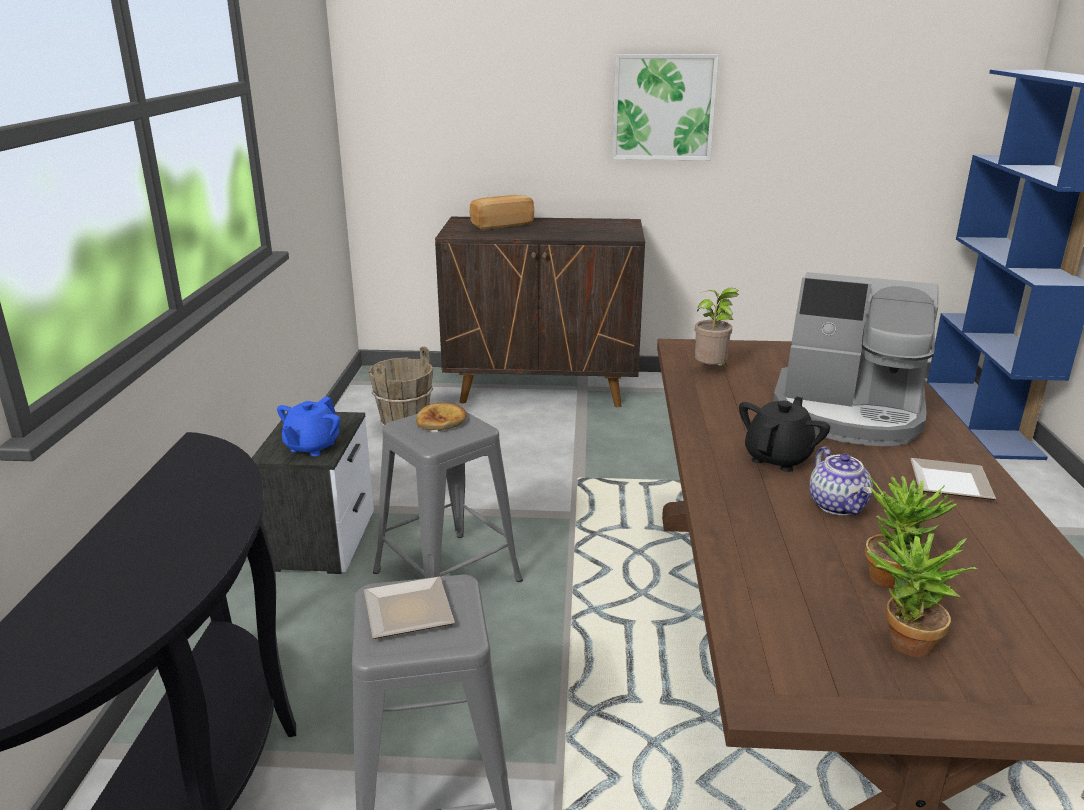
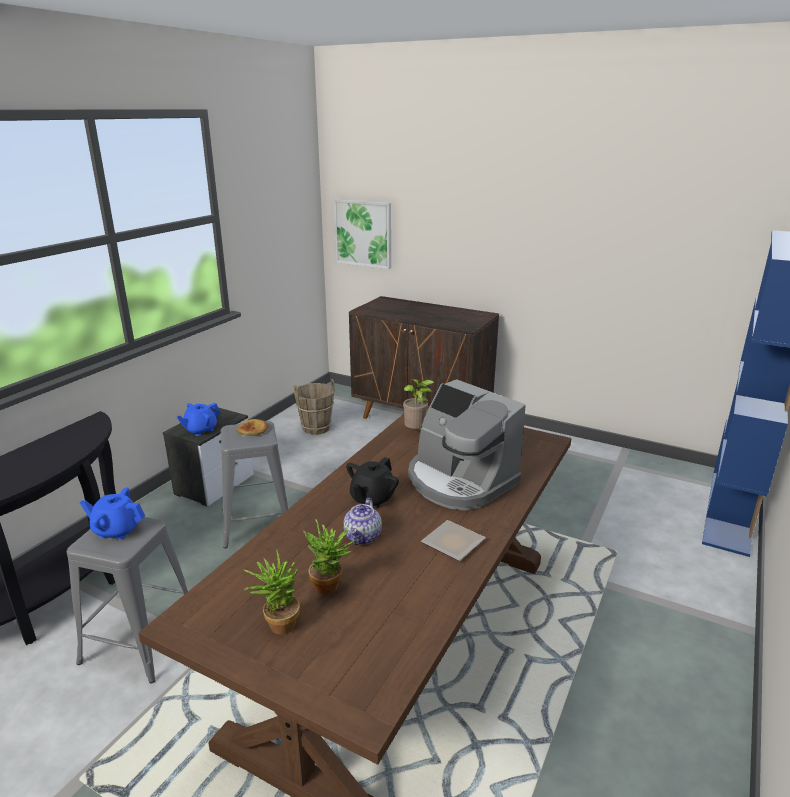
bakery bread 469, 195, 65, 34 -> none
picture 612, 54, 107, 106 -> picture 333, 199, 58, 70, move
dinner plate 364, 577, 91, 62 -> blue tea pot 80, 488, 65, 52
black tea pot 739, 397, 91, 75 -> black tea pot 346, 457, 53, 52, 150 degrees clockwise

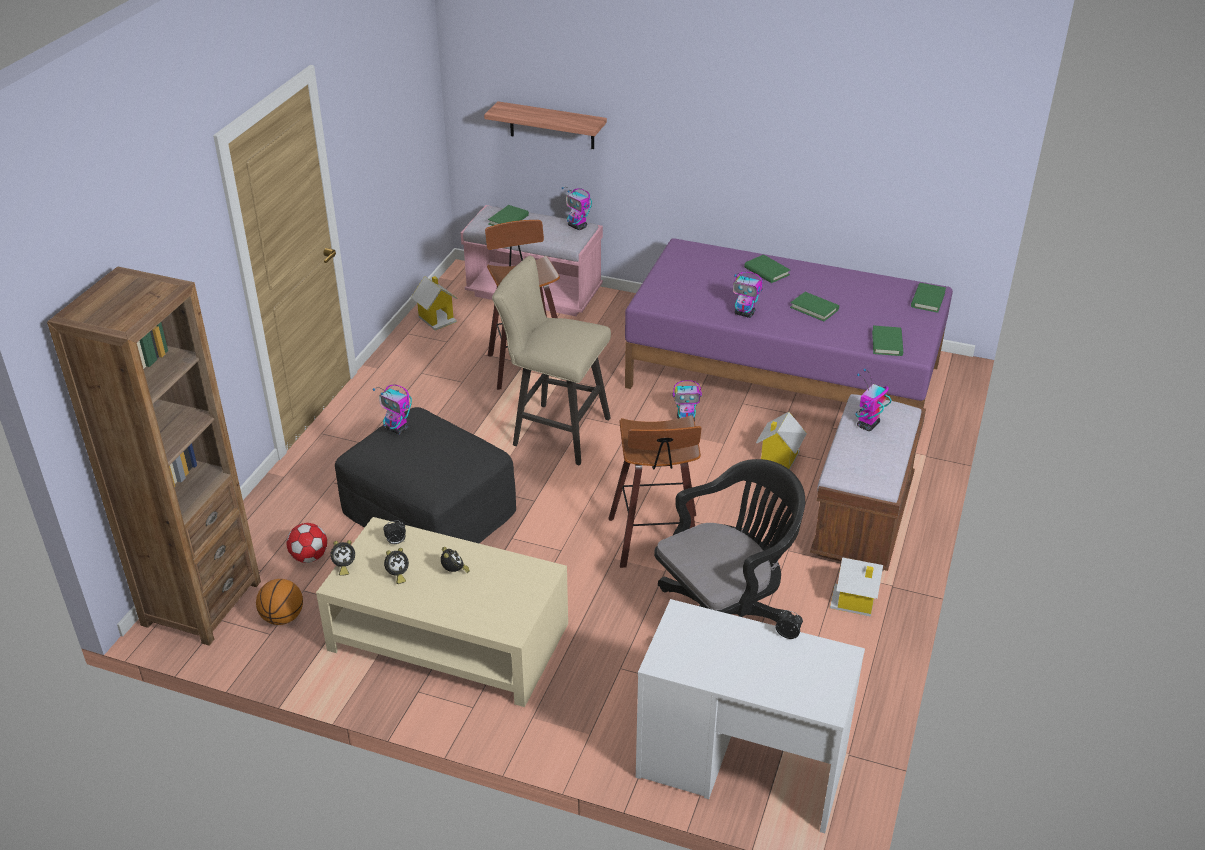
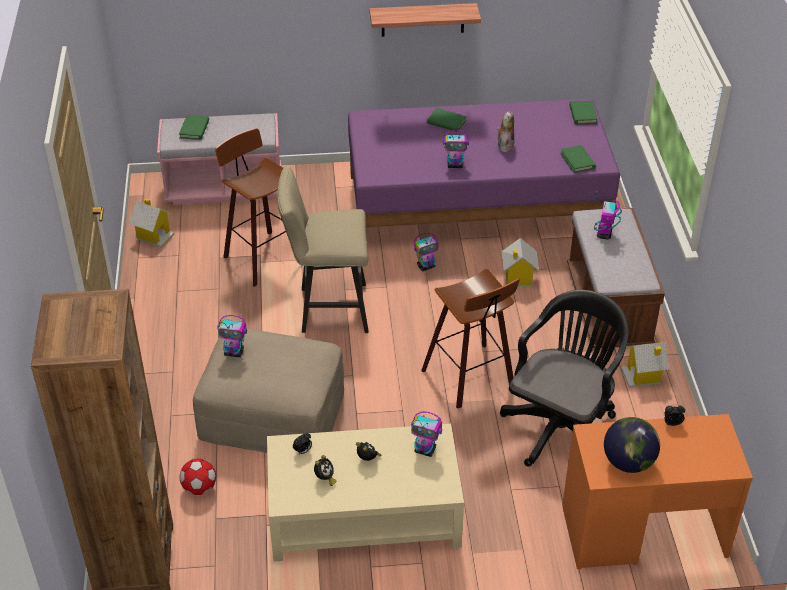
ball for basketball 256, 579, 47, 46 -> none
alarm clock 330, 540, 25, 36 -> none
none -> world globe 604, 417, 56, 56
wall shelf 484, 101, 123, 48 -> wall shelf 369, 3, 112, 34, move
robot figure 561, 187, 31, 43 -> robot figure 411, 411, 31, 46, move
green-coloured volume 790, 292, 49, 29 -> plush toy 497, 111, 17, 42
black ottoman 335, 407, 181, 136 -> sand-coloured ottoman 193, 329, 151, 124
whitish desk unit 636, 599, 229, 234 -> orange desk unit 562, 414, 191, 155

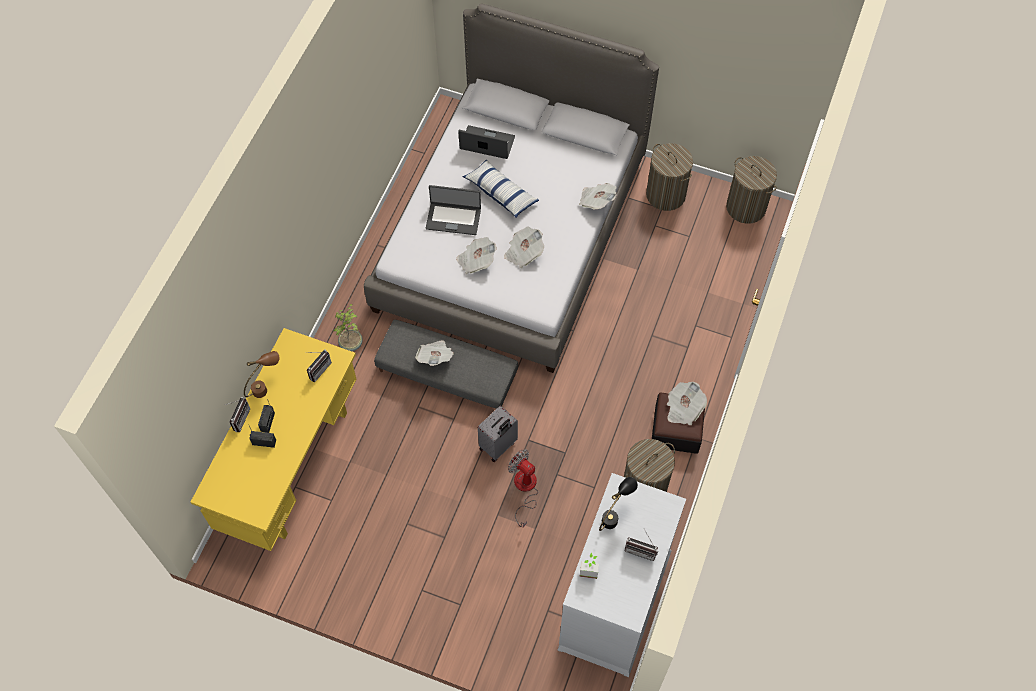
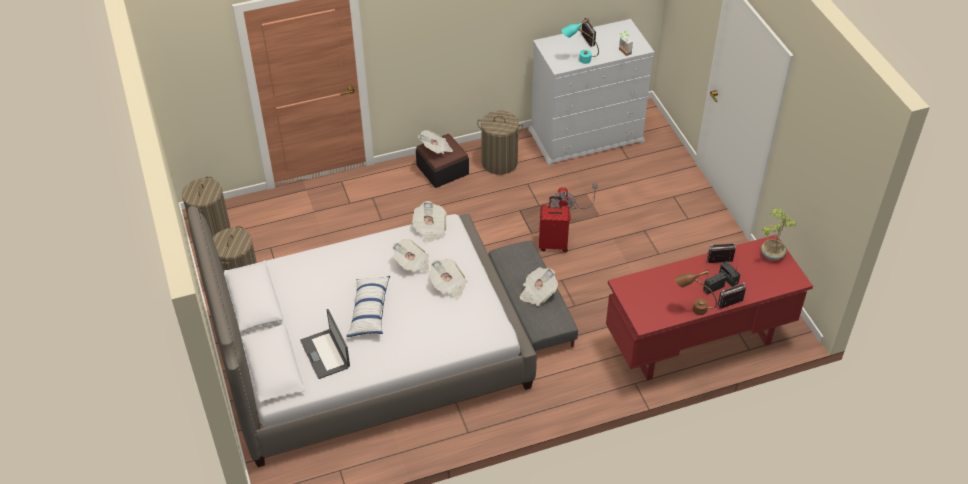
laptop 426, 185, 55, 50 -> none
radio 305, 349, 27, 33 -> radio 707, 243, 29, 20, move
potted plant 334, 304, 29, 47 -> potted plant 761, 208, 35, 52, move
newspaper 579, 183, 38, 26 -> newspaper 412, 201, 35, 42, move
yellow desk unit 191, 328, 166, 223 -> reddish desk unit 606, 235, 207, 146
grey piece of luggage 478, 406, 40, 56 -> reddish piece of luggage 539, 196, 30, 56
black tabletop lamp 599, 477, 39, 54 -> turquoise-coloured tabletop lamp 562, 18, 37, 46

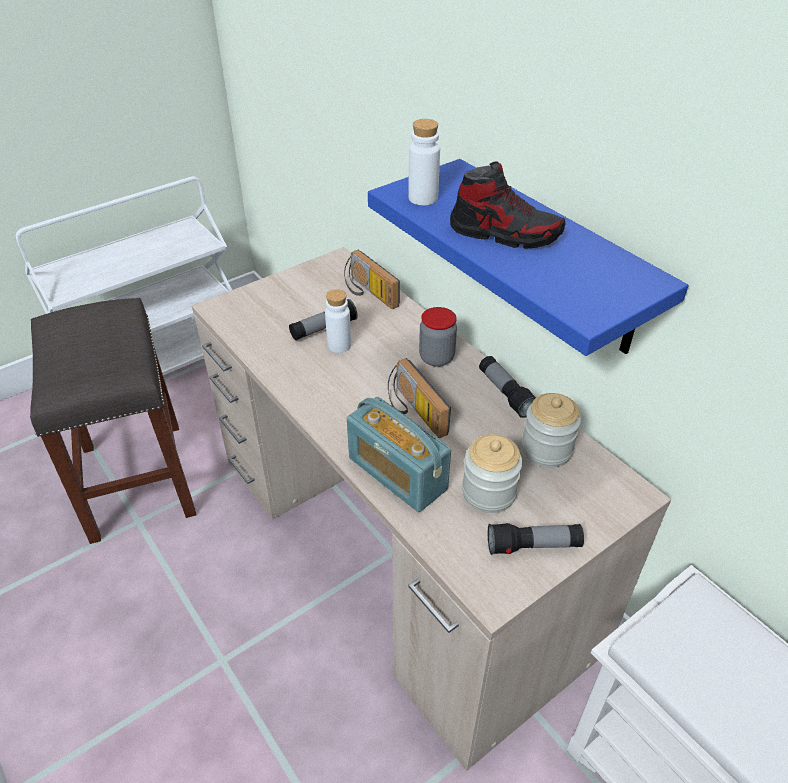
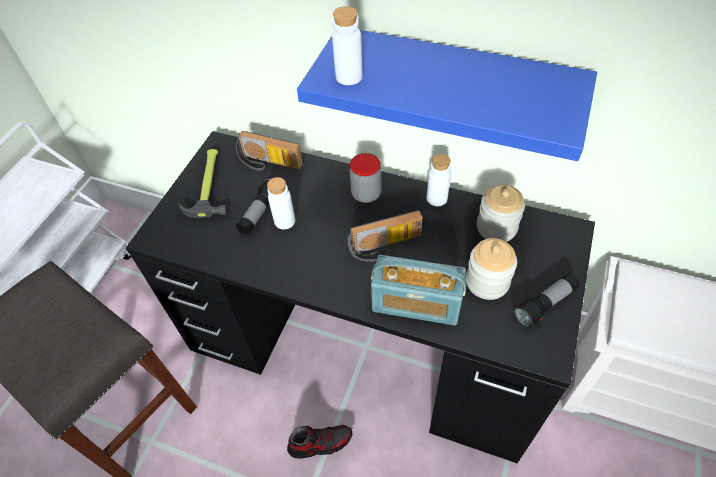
none -> hammer 178, 149, 50, 69
shoe 450, 161, 115, 88 -> shoe 287, 425, 65, 34, move
flashlight 479, 356, 57, 62 -> whitish bottle 427, 154, 24, 52
sand-coloured desk unit 192, 247, 479, 524 -> black desk unit 126, 131, 469, 332
radio 388, 358, 63, 80 -> radio 348, 210, 74, 52, 45 degrees counterclockwise

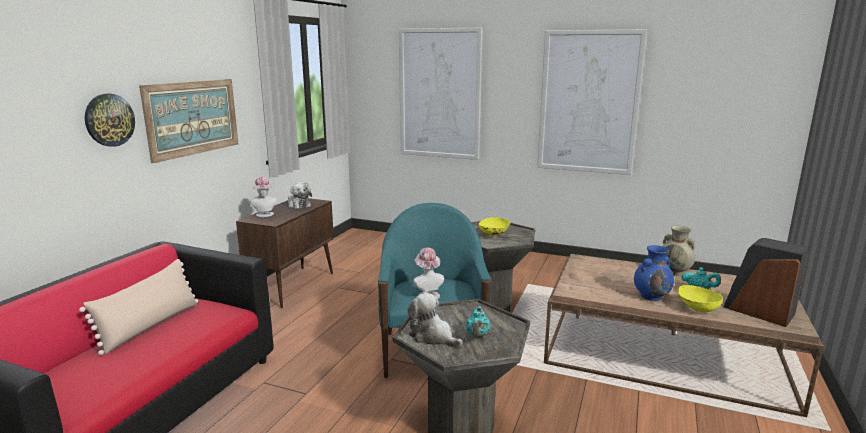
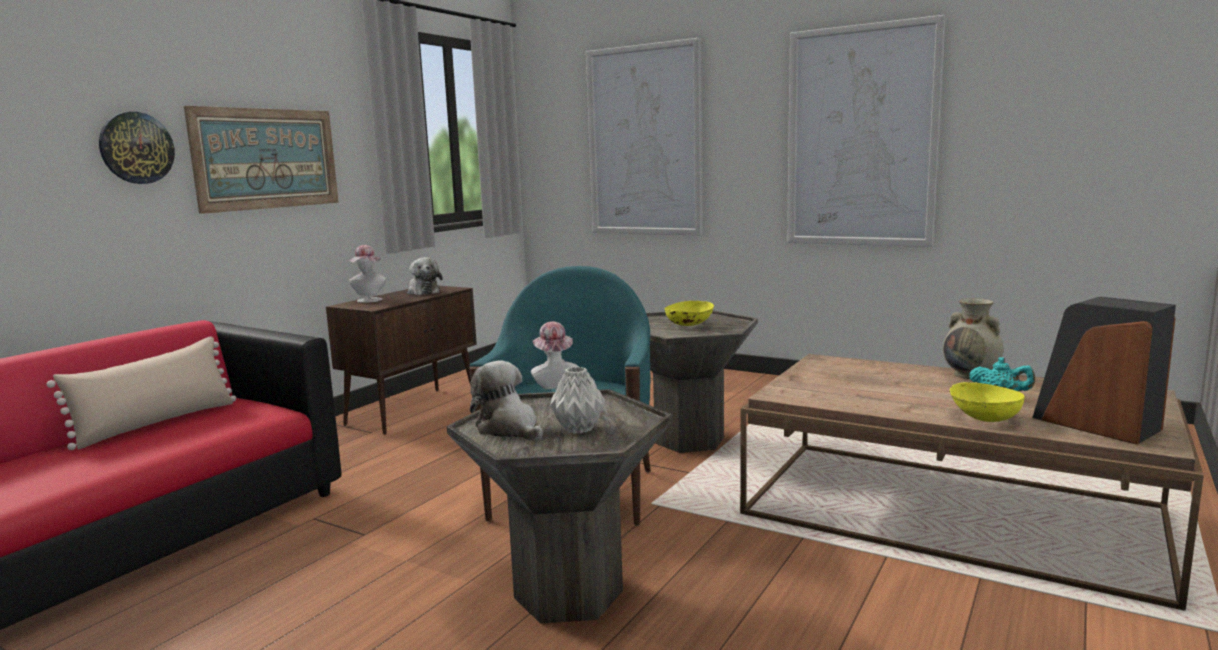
blue vase 634, 245, 40, 56 -> none
turquoise-coloured tea pot 466, 306, 25, 31 -> grey vase 550, 367, 55, 67

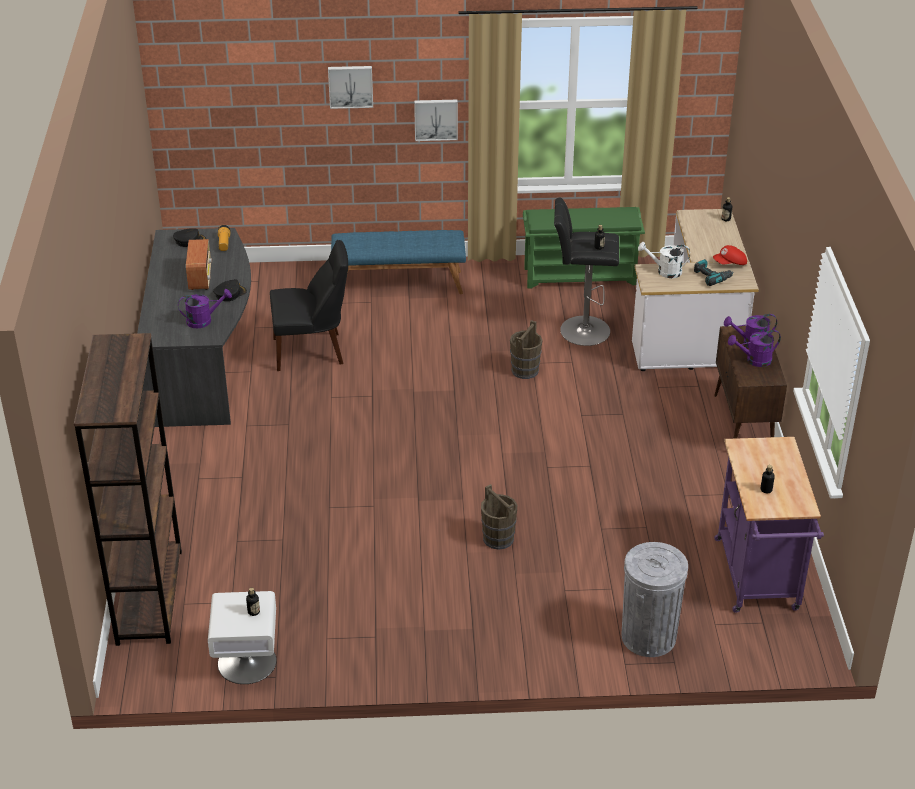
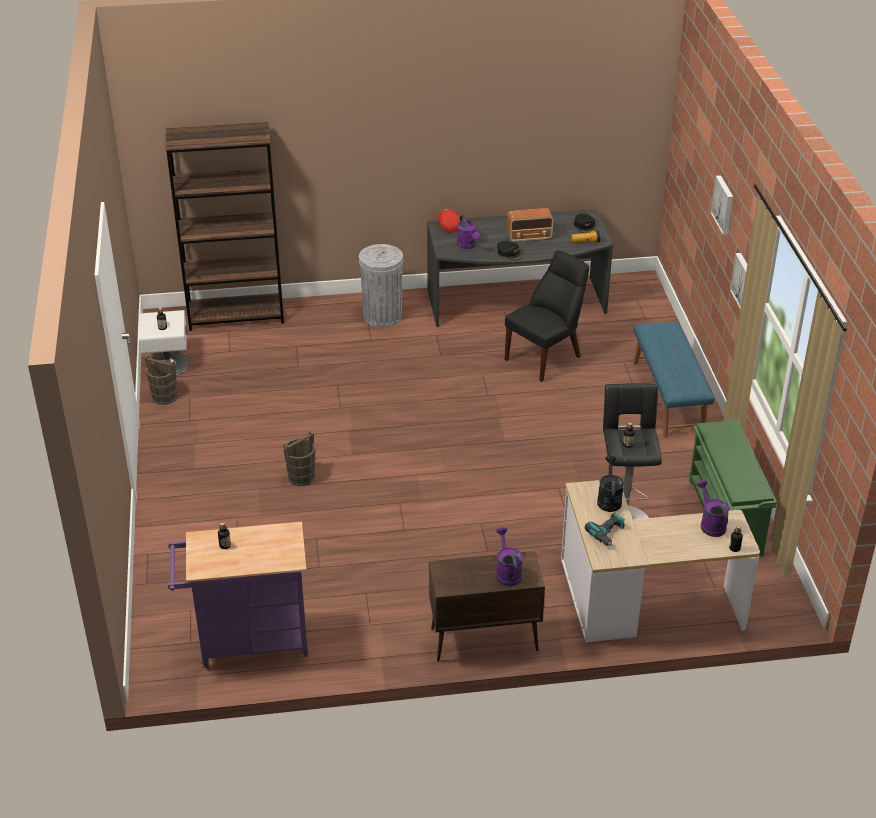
brown pail 510, 320, 32, 59 -> brown pail 144, 354, 34, 51, move
grey waste bin 622, 542, 66, 115 -> grey waste bin 359, 244, 44, 84, move
reddish peaked cap 713, 245, 34, 20 -> reddish peaked cap 438, 209, 22, 24, move
purple sprinkling can 728, 330, 53, 37 -> purple sprinkling can 697, 480, 32, 57, move
whitish sprinkling can 638, 242, 52, 36 -> black sprinkling can 597, 456, 27, 56
black upright chair 270, 240, 78, 131 -> black upright chair 505, 250, 84, 132, 120 degrees counterclockwise

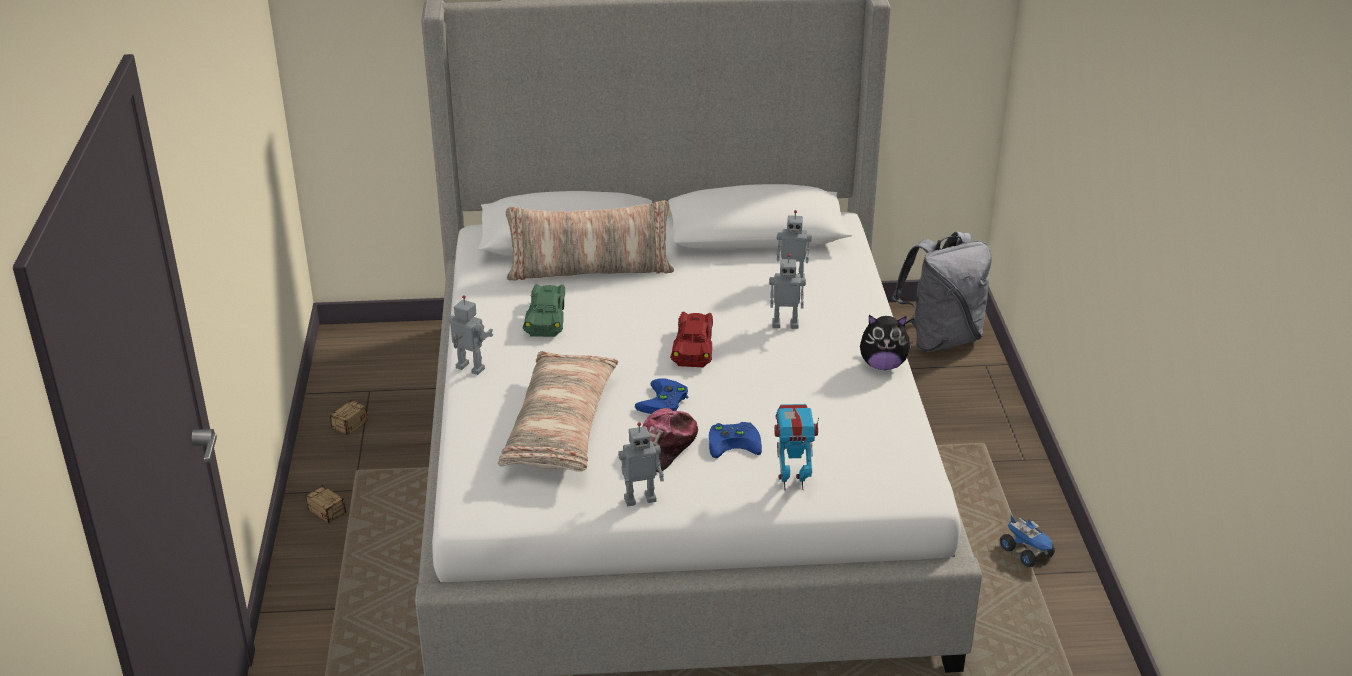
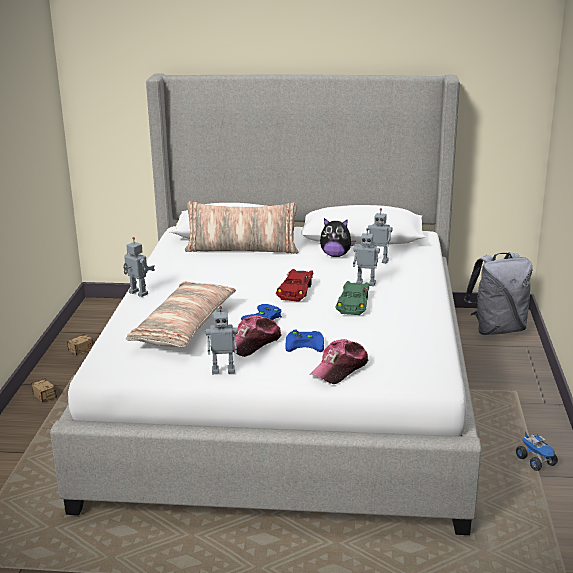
green-coloured toy car 522, 284, 43, 53 -> green-coloured toy car 335, 281, 34, 34, move
plush toy 860, 315, 53, 55 -> plush toy 320, 218, 36, 39, move
robot figure 774, 404, 45, 87 -> peaked cap 309, 339, 59, 45

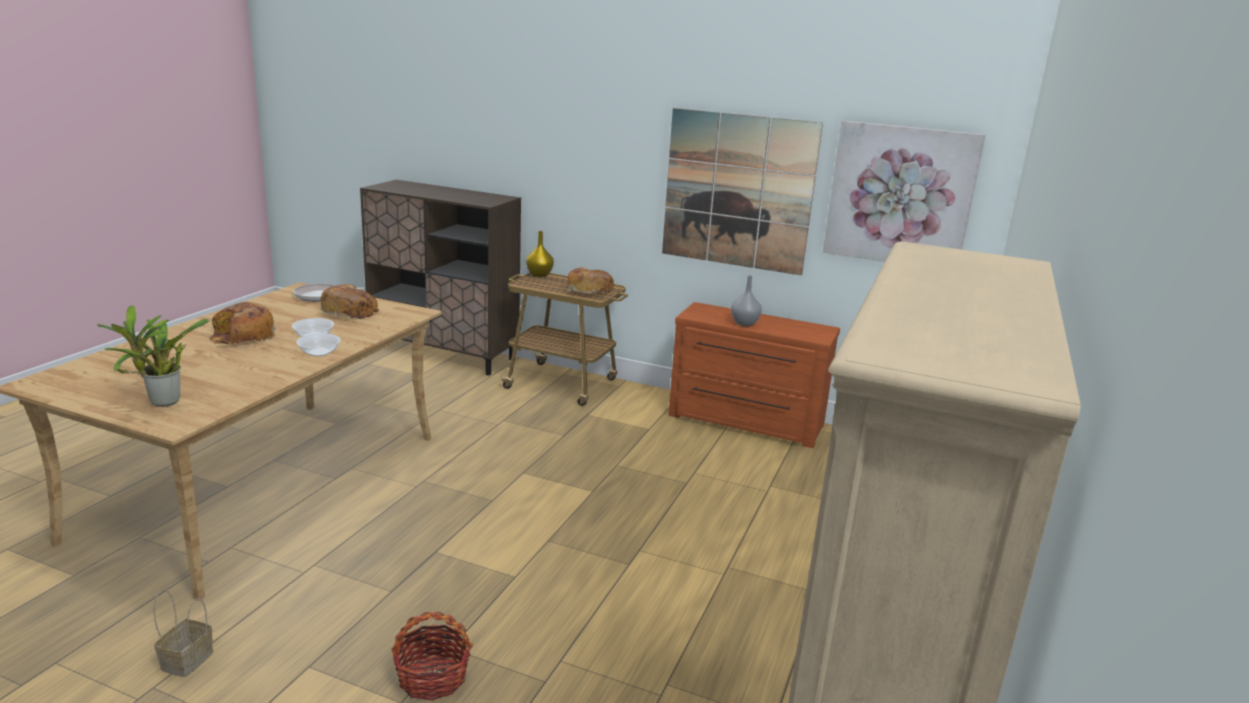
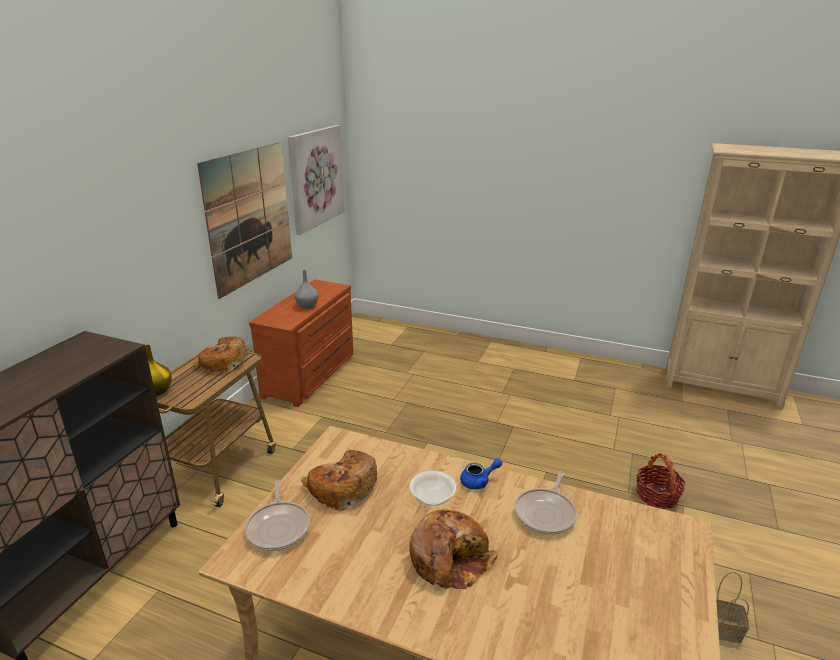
potted plant 97, 305, 112, 102 -> none
none -> skillet 515, 471, 62, 64
serving bowl 296, 333, 45, 23 -> blue tea pot 460, 458, 42, 31

